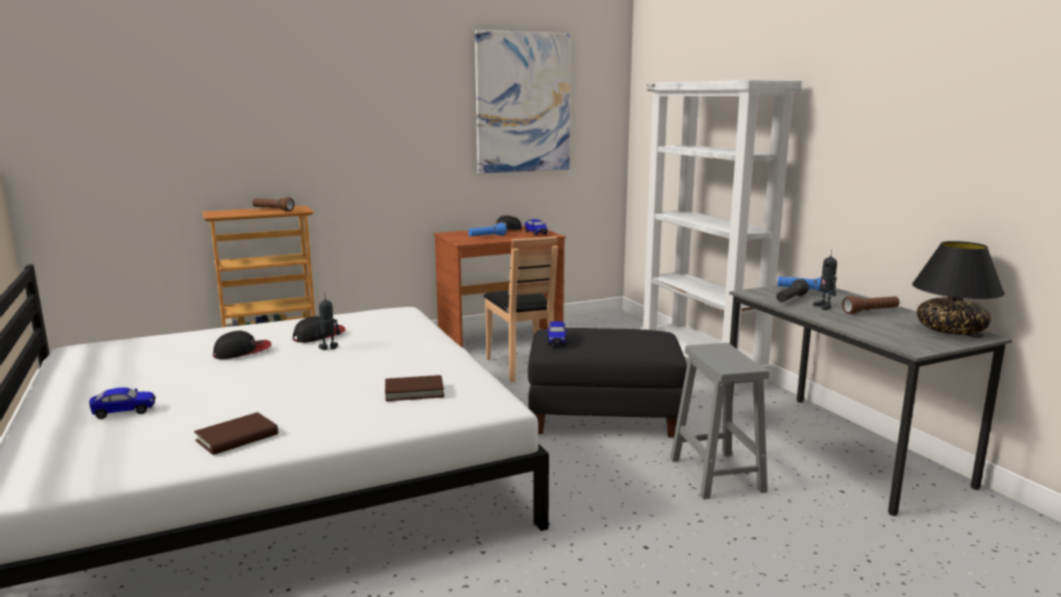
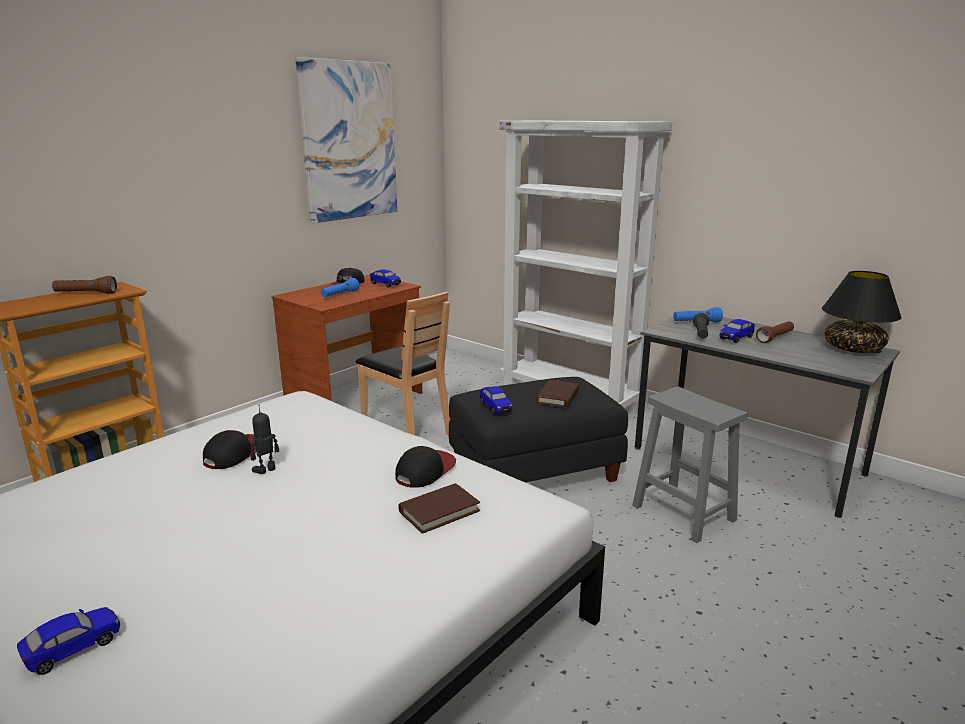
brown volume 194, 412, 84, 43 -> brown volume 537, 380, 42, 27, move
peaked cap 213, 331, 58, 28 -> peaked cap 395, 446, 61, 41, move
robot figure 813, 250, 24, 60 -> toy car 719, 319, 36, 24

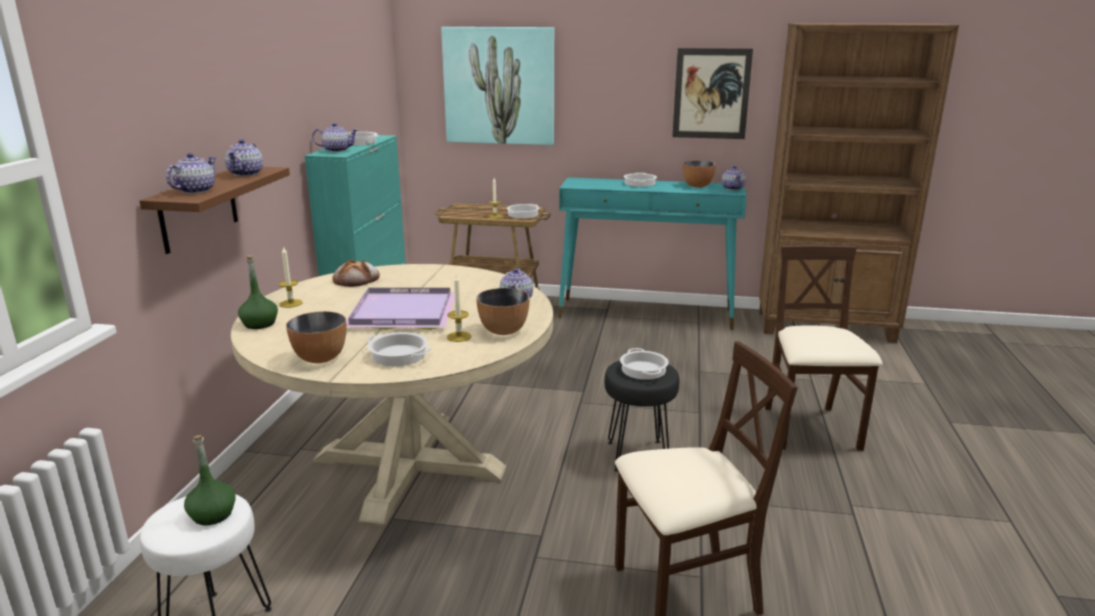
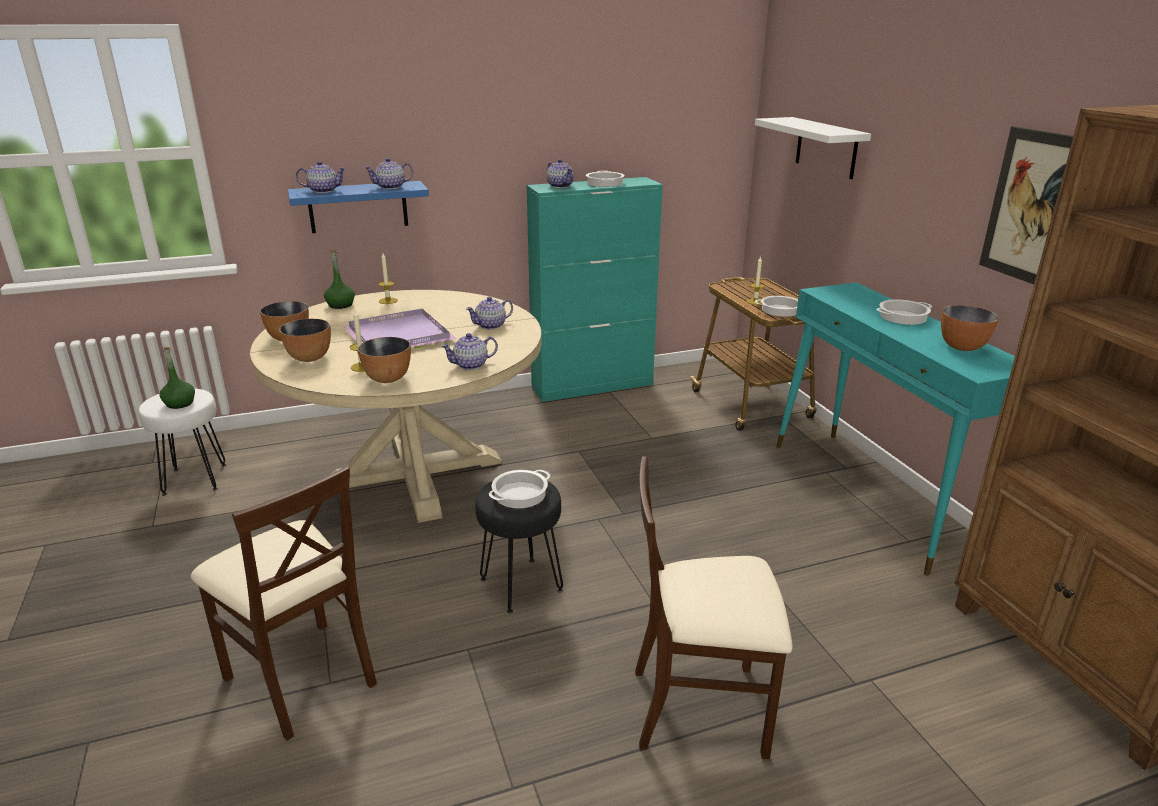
bakery bread 332, 259, 48, 28 -> none
tea pot 722, 166, 24, 24 -> tea pot 466, 297, 47, 33, move
cooking pot 366, 332, 66, 34 -> serving bowl 279, 319, 52, 43
picture 441, 27, 113, 118 -> whitish wall shelf 755, 117, 116, 62
brown wall shelf 139, 167, 151, 87 -> blue wall shelf 288, 181, 141, 52
sand-coloured upright chair 765, 245, 118, 206 -> sand-coloured upright chair 635, 456, 158, 303, 150 degrees counterclockwise

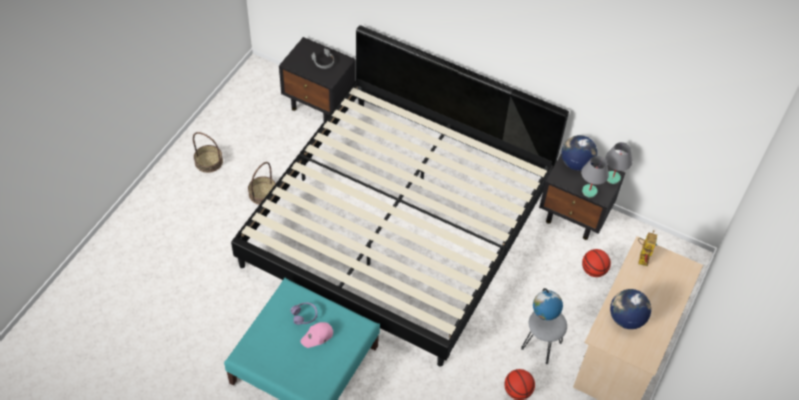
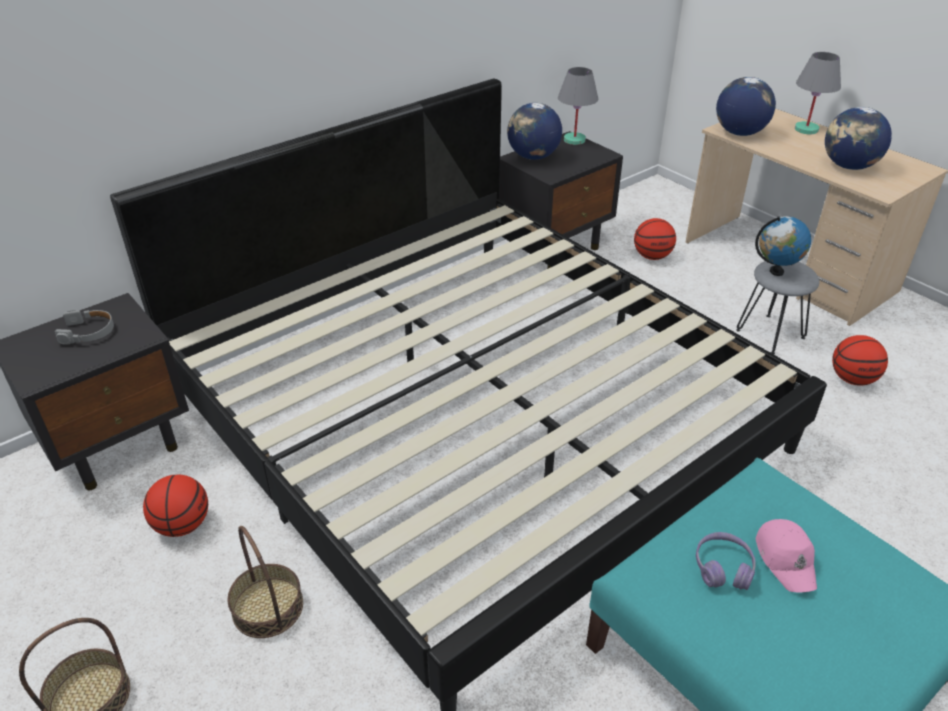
none -> ball for basketball 143, 474, 65, 63
grey tabletop lamp 581, 156, 28, 42 -> grey tabletop lamp 795, 52, 46, 82, move
robot figure 638, 230, 19, 36 -> world globe 716, 77, 60, 59

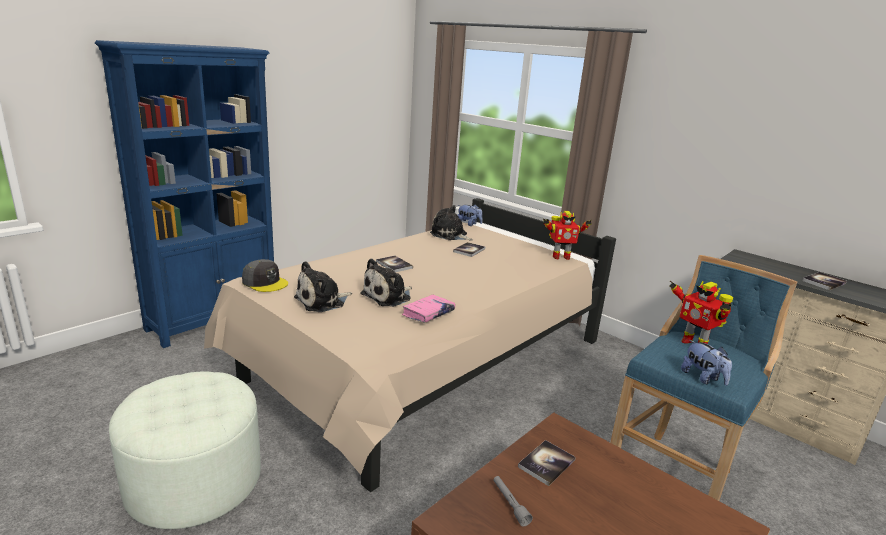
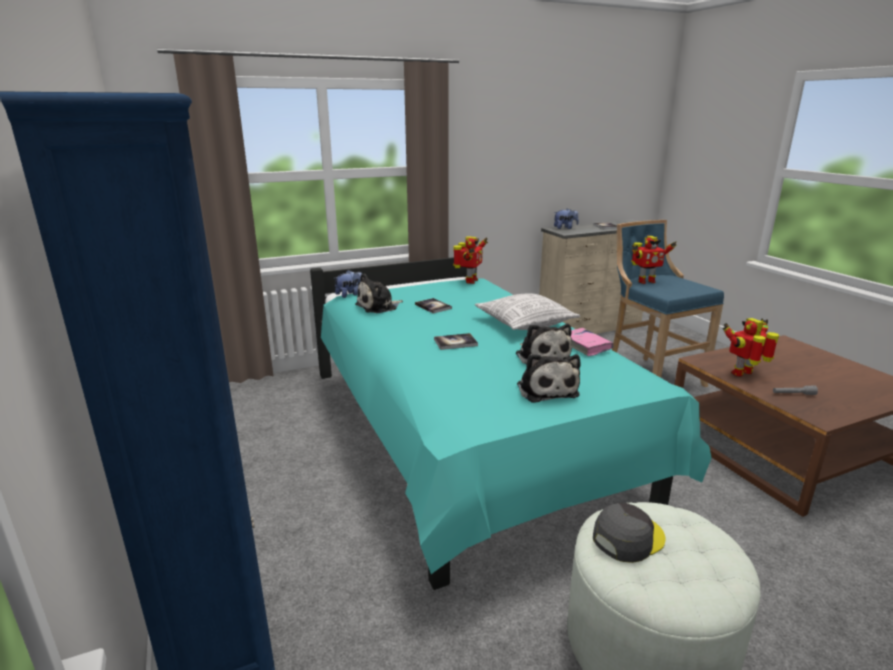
none -> pillow 475, 294, 105, 36
grey peaked cap 242, 259, 46, 33 -> grey peaked cap 593, 503, 72, 60, move
plush toy 681, 340, 51, 46 -> plush toy 554, 208, 25, 21, move
volume 518, 440, 58, 46 -> robot figure 722, 318, 57, 59
sand-coloured bedroom bed 204, 198, 412, 295 -> turquoise-coloured bedroom bed 310, 257, 402, 333

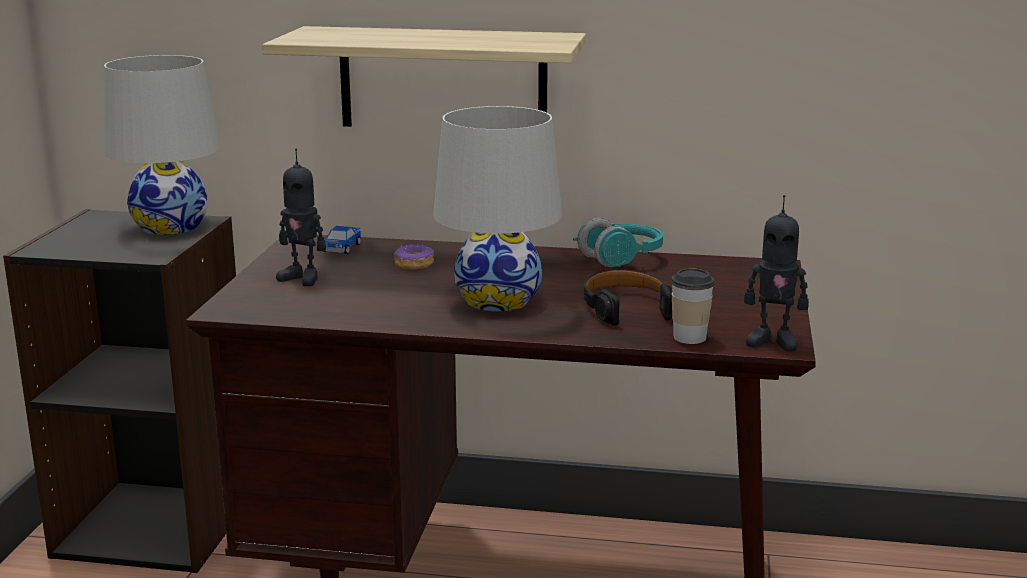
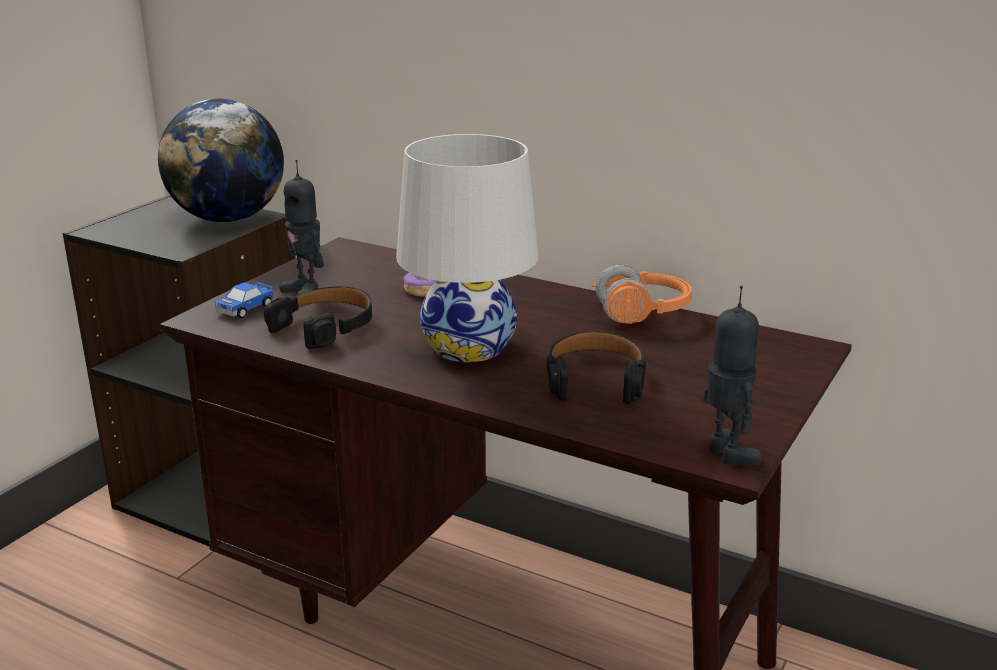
wall shelf 262, 26, 324, 101 -> none
cup 671, 269, 44, 75 -> none
none -> black headset 264, 286, 108, 63
toy car 323, 226, 38, 28 -> toy car 214, 282, 59, 36, move
whitish tabletop lamp 104, 55, 116, 180 -> world globe 158, 99, 126, 123
turquoise-coloured headset 573, 217, 90, 50 -> orange headset 592, 265, 100, 59
robot figure 744, 195, 65, 157 -> robot figure 703, 286, 60, 180, 150 degrees counterclockwise

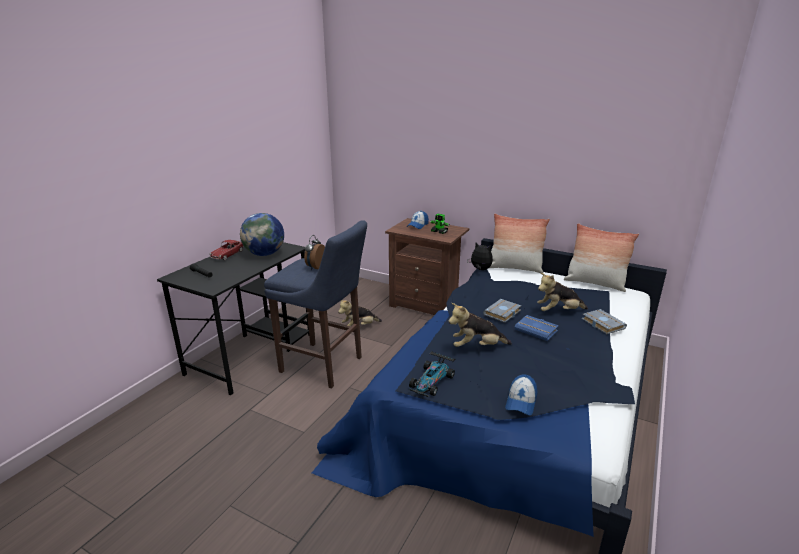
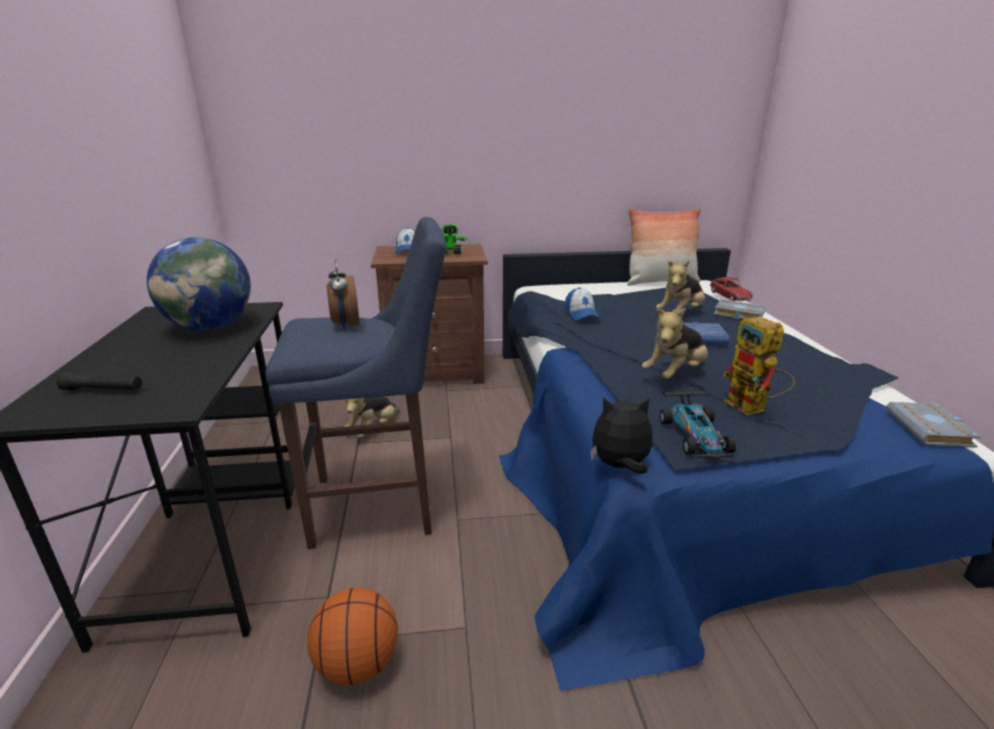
pillow 489, 213, 61, 60 -> none
none -> ball for basketball 307, 588, 91, 97
none -> robot figure 723, 316, 72, 100
toy car 209, 240, 35, 20 -> toy car 710, 277, 44, 24, move
plush toy 467, 242, 26, 28 -> plush toy 590, 397, 63, 77, move
grey volume 483, 299, 38, 24 -> grey volume 886, 402, 95, 46, move
peaked cap 505, 374, 32, 41 -> peaked cap 565, 287, 35, 33, move

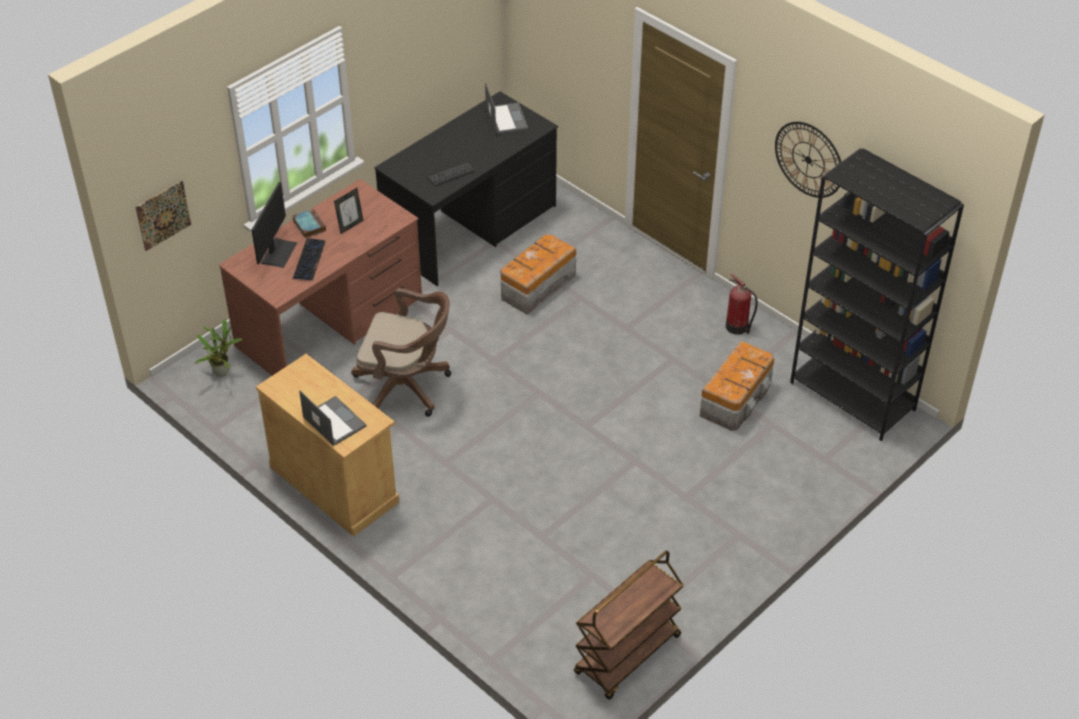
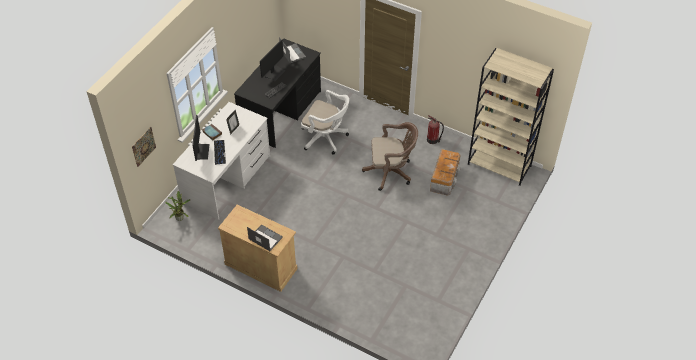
brown trolley 574, 550, 110, 150 -> none
wall clock 775, 122, 66, 76 -> none
none -> computer display 260, 39, 26, 43
brown computer chair 351, 288, 100, 129 -> brown computer chair 362, 122, 56, 69, move
storage box 501, 234, 75, 81 -> whitish computer chair 301, 90, 48, 65
brown desk unit 219, 179, 203, 197 -> whitish desk unit 173, 102, 97, 118
black shelving unit 790, 148, 174, 293 -> sand-coloured shelving unit 468, 48, 86, 138

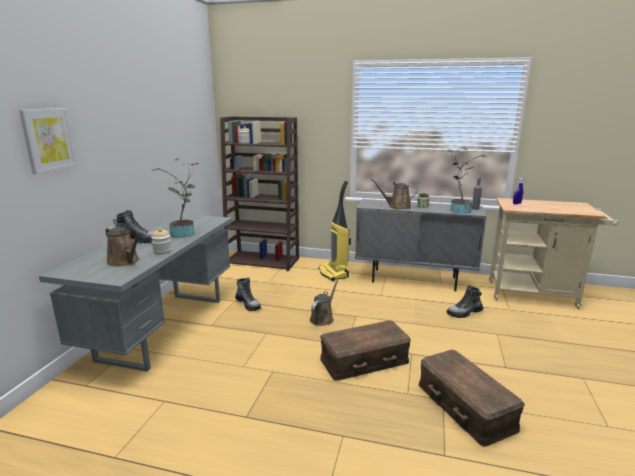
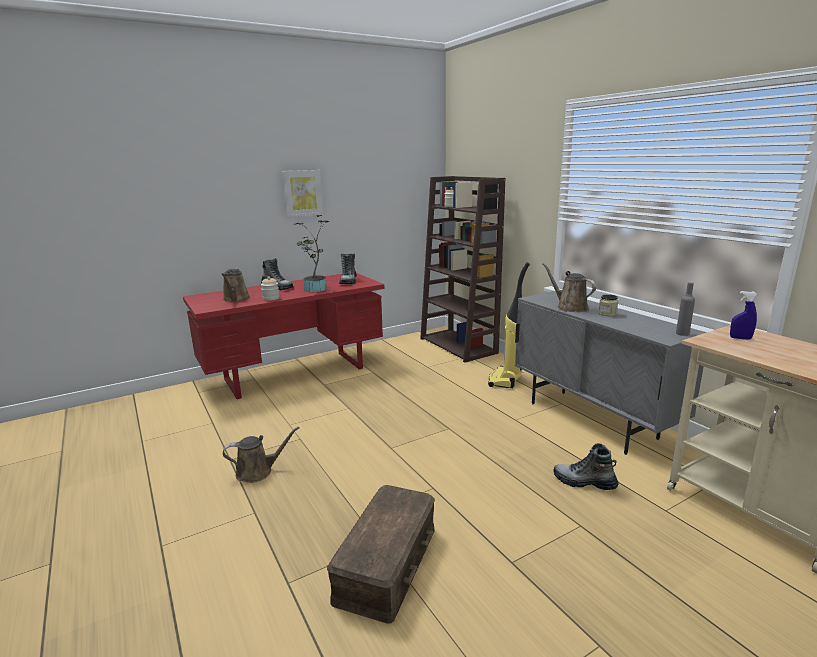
brown storage box 320, 321, 91, 60 -> none
potted plant 447, 148, 40, 66 -> none
picture 19, 108, 58, 67 -> picture 282, 170, 41, 47, move
tall boot 235, 278, 26, 33 -> tall boot 339, 253, 18, 31, move
brown sprinkling can 310, 280, 29, 46 -> brown sprinkling can 223, 427, 77, 56, move
grey desk unit 39, 213, 193, 159 -> reddish desk unit 183, 273, 201, 126

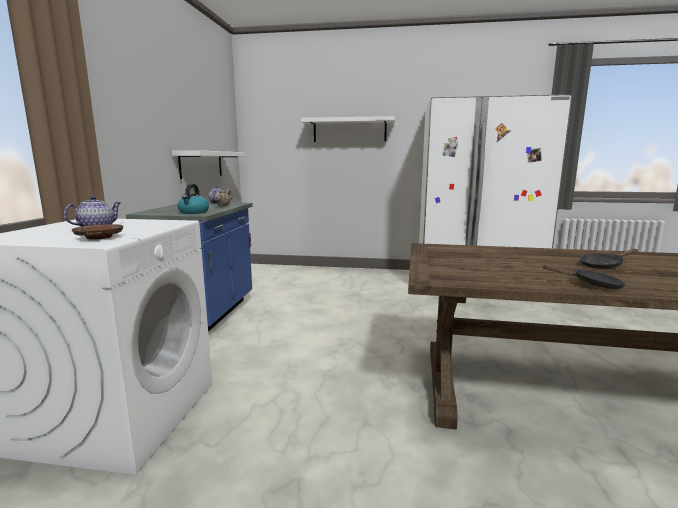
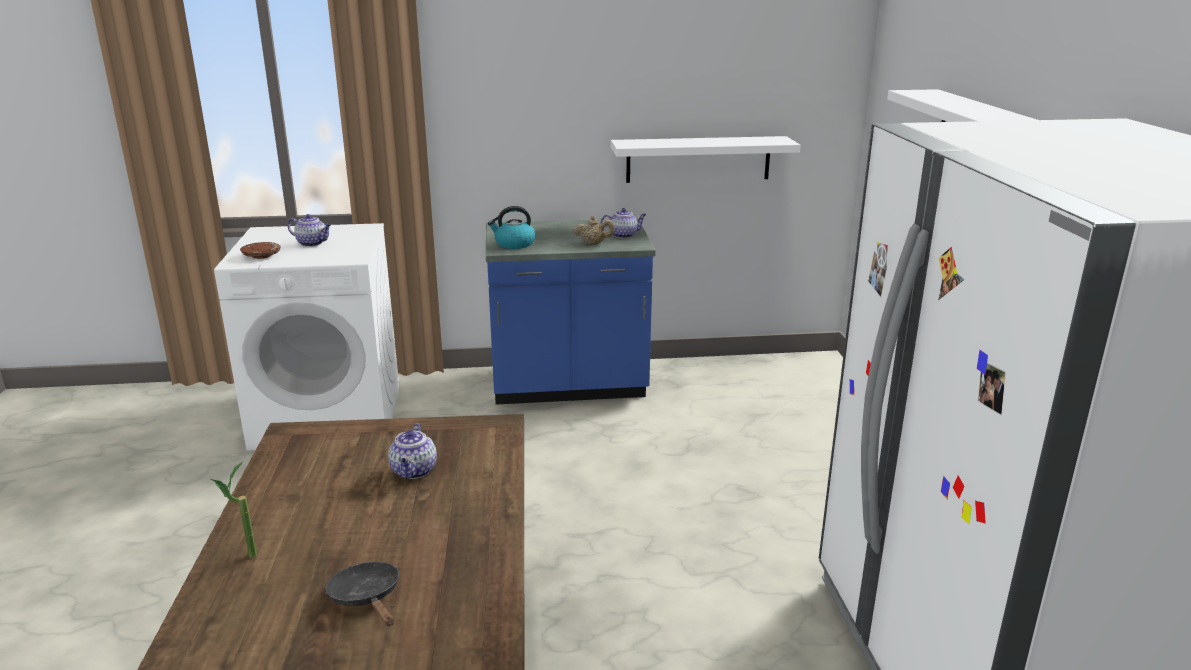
none -> tea pot 388, 424, 49, 55
black skillet 543, 265, 83, 24 -> potted plant 210, 462, 47, 96

